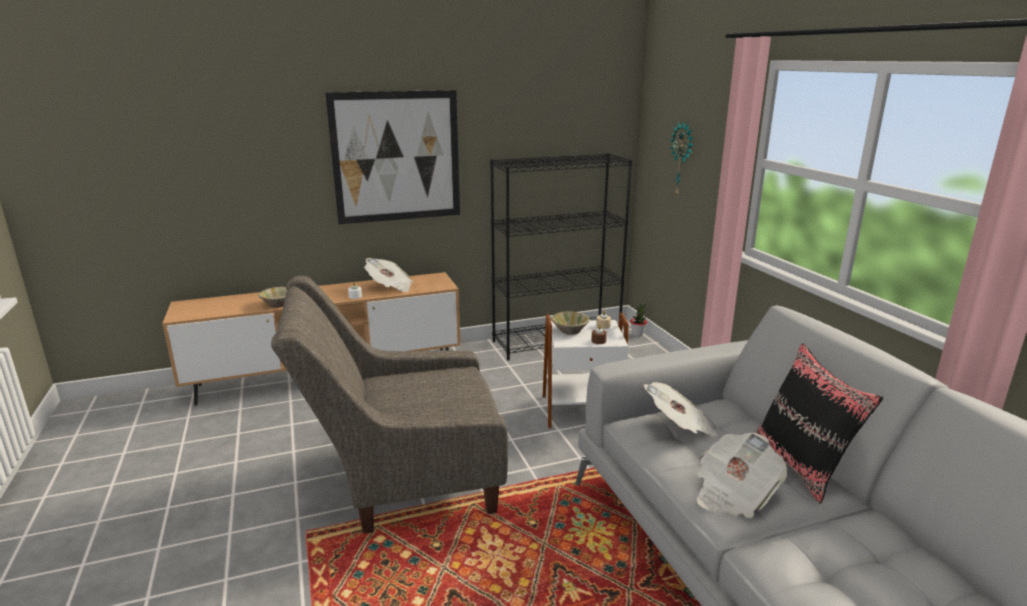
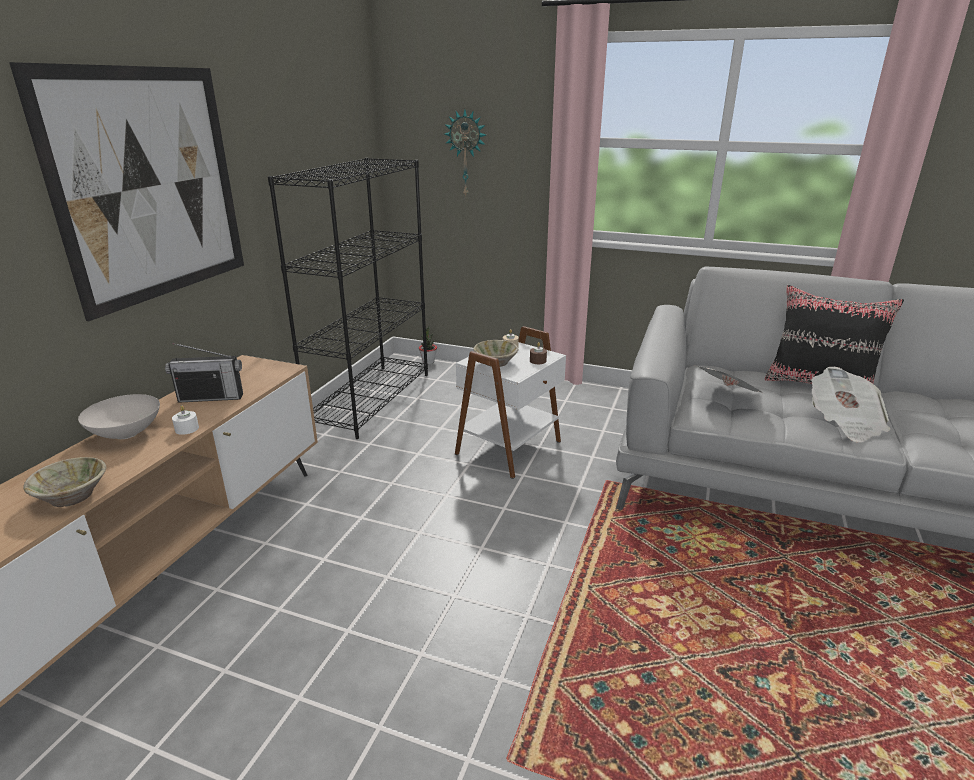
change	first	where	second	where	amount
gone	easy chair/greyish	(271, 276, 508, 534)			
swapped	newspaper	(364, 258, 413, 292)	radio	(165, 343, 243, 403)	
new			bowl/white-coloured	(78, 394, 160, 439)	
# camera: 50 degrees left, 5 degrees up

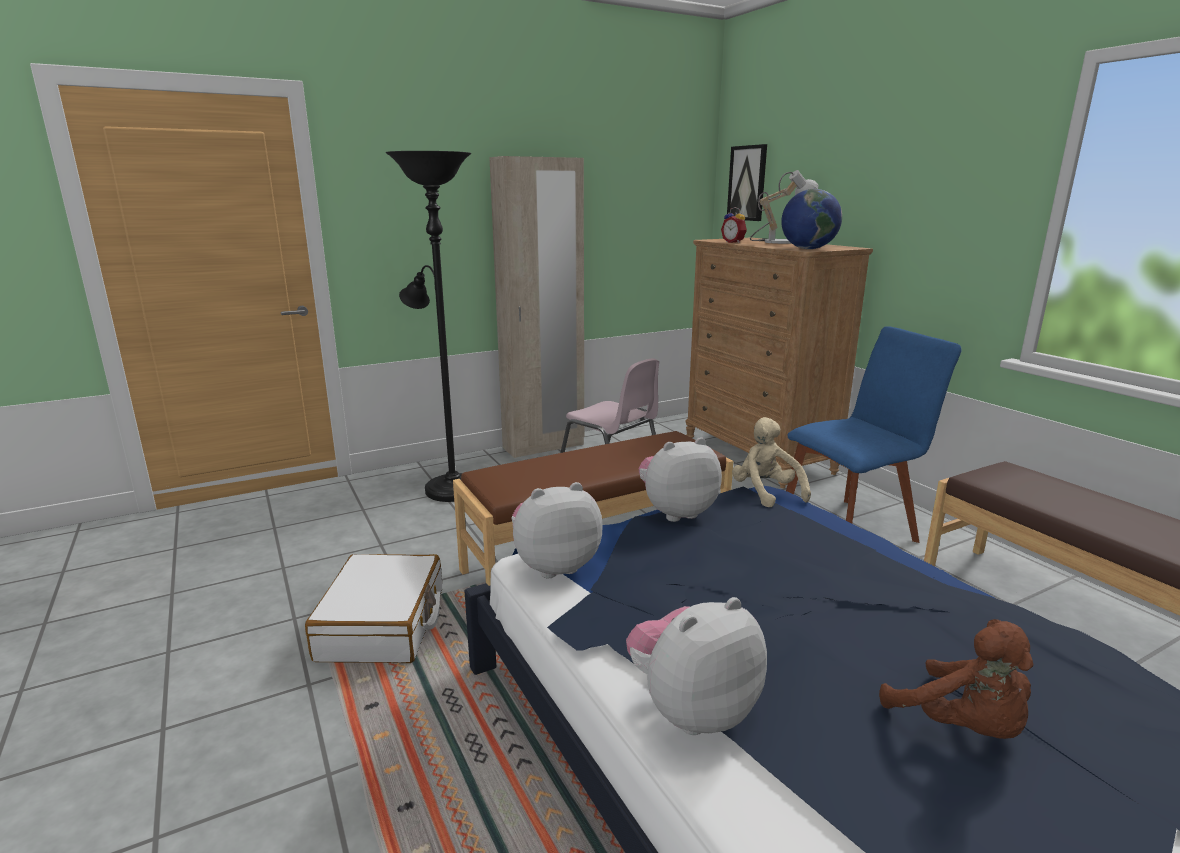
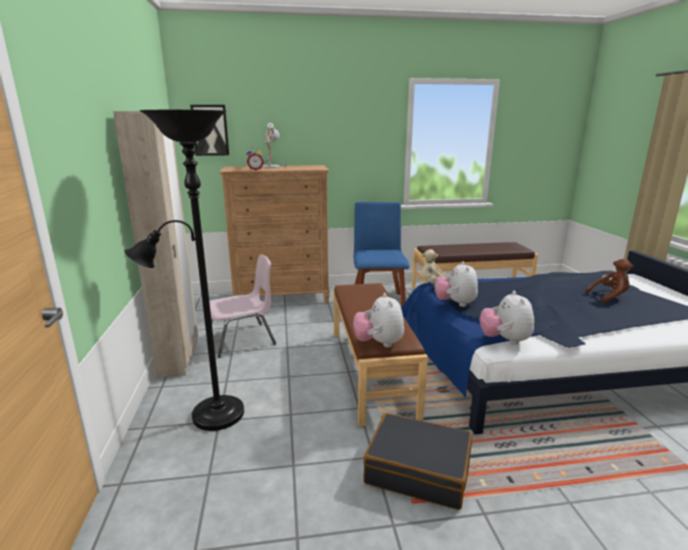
change	first	where	second	where	amount
repainted	piece of luggage/white-coloured	(305, 554, 442, 663)	piece of luggage/black-coloured	(363, 413, 472, 510)	
shifted	soft toy	(626, 597, 767, 735)		(353, 293, 404, 348)	
gone	globe	(781, 189, 842, 249)			
# camera: 70 degrees left, 0 degrees up

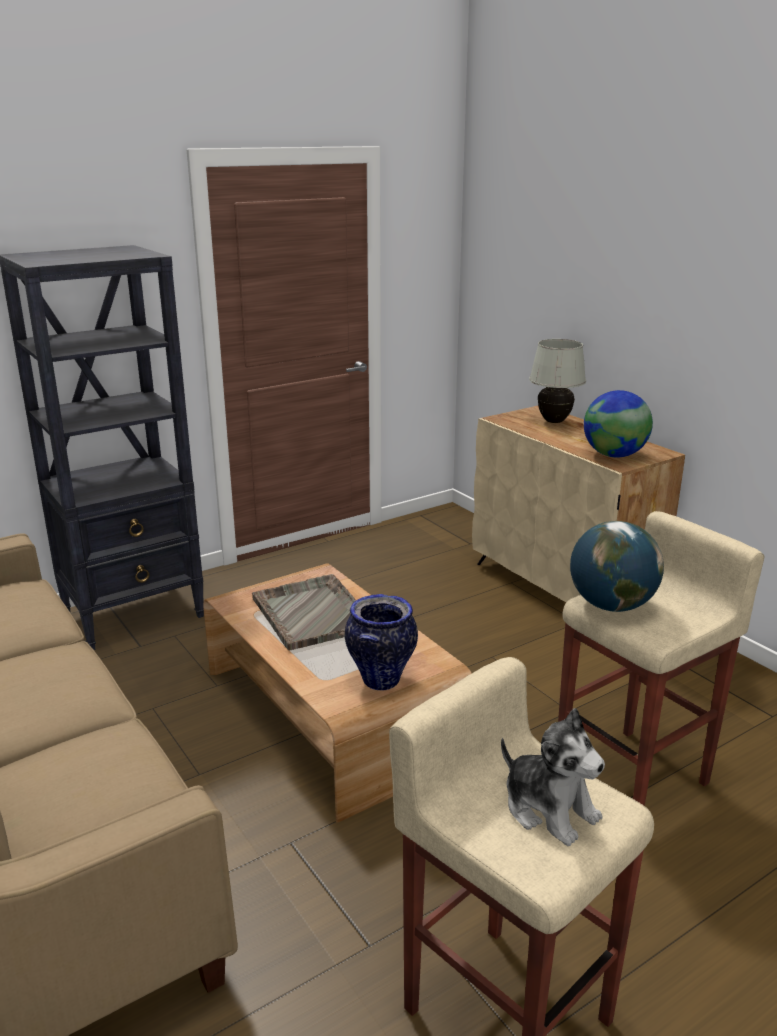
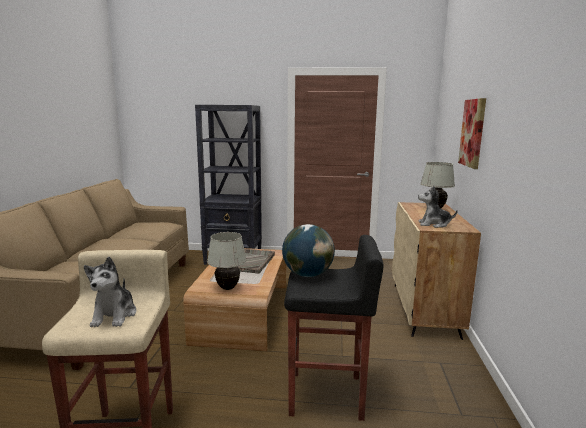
change	first	where	second	where	amount
swapped	decorative vase	(345, 594, 418, 690)	table lamp/white-coloured	(207, 232, 247, 290)	
repainted	sitting stool/sand-coloured	(558, 511, 764, 806)	sitting stool/black-coloured	(284, 235, 383, 421)	
swapped	globe	(584, 390, 653, 458)	soft toy	(418, 186, 458, 228)	
new			wall art	(458, 98, 486, 169)	
# camera: 40 degrees right, 10 degrees down

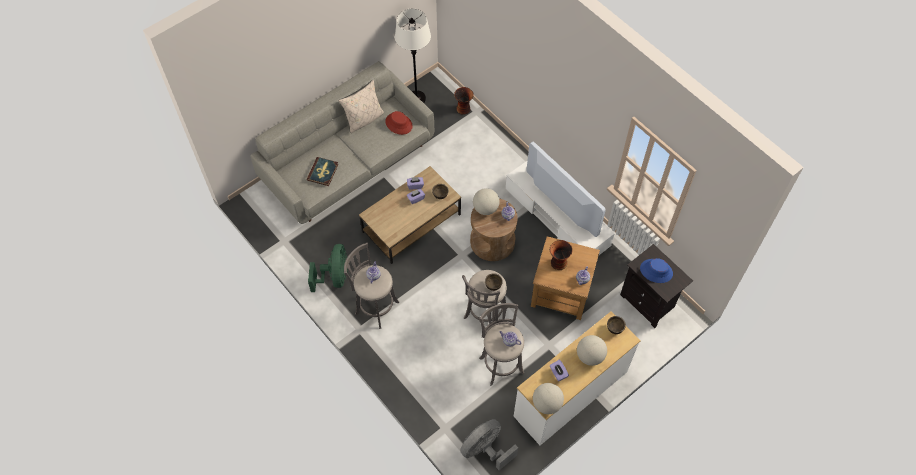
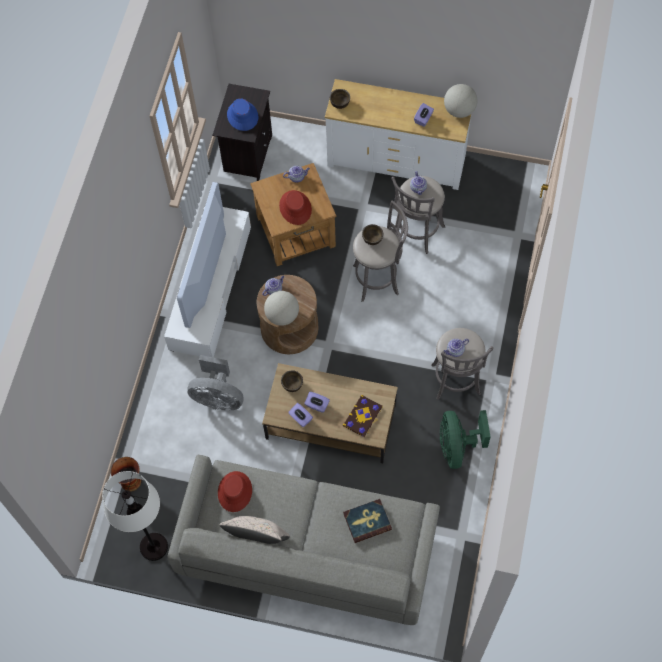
change	first	where	second	where	amount
rotated	cooling fan/green-coloured	(308, 244, 348, 292)		(440, 410, 491, 469)	60 degrees counterclockwise
shifted	cooling fan/greyish	(460, 419, 518, 470)		(187, 355, 244, 410)	
swapped	decorative vase	(550, 240, 572, 270)	hat/red-coloured	(279, 190, 312, 225)	
gone	globe	(577, 335, 607, 366)			
new			bound book	(343, 395, 382, 437)	
# camera: 125 degrees left, 5 degrees up

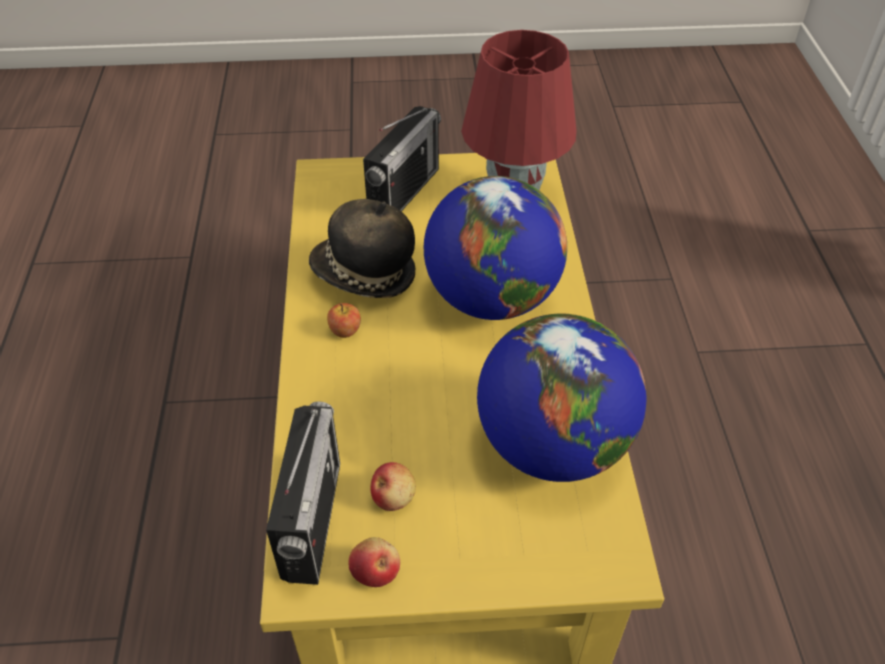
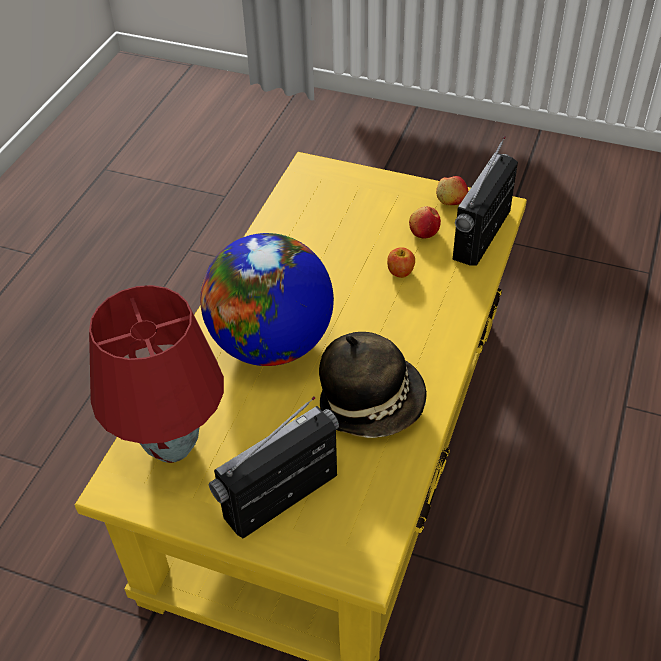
change	first	where	second	where	amount
shifted	apple fruit	(327, 303, 361, 338)		(387, 247, 415, 278)	
gone	globe	(477, 314, 646, 482)			
# camera: 155 degrees left, 0 degrees up

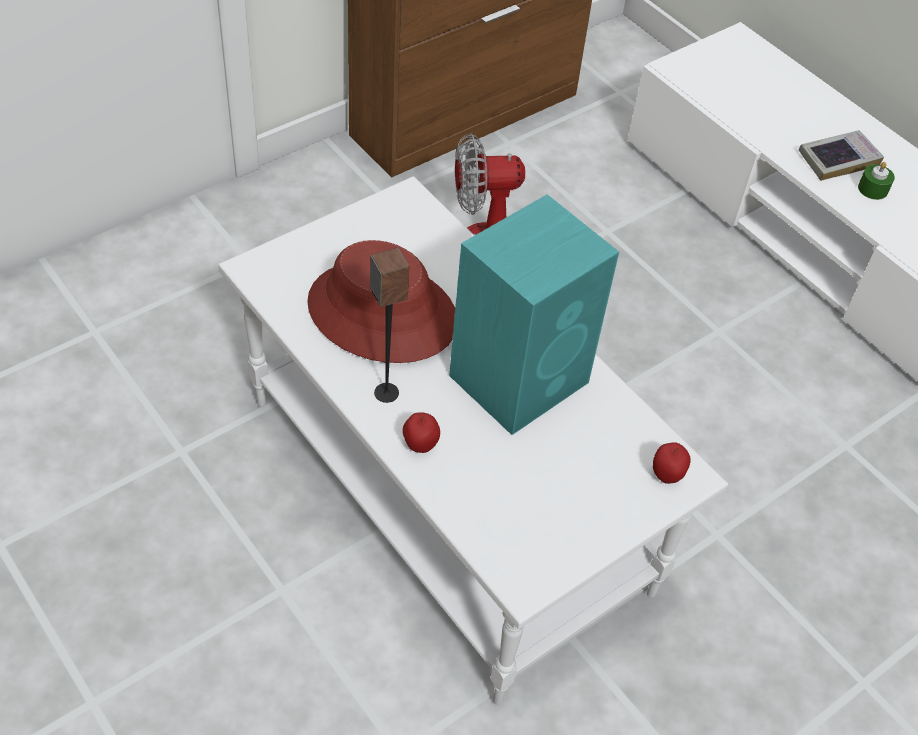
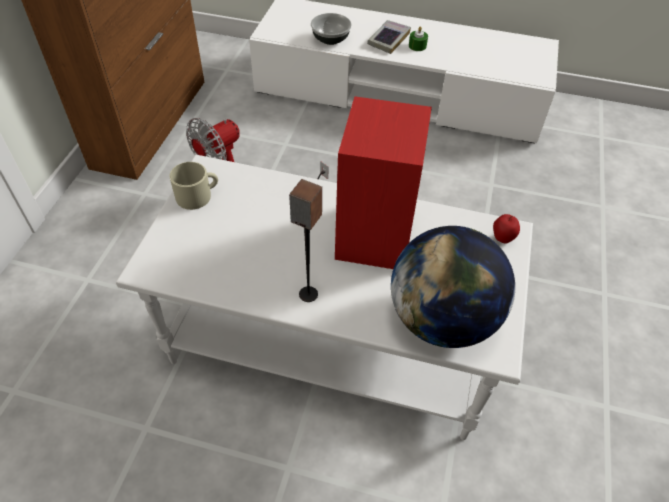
change	first	where	second	where	amount
gone	hat/red-coloured	(307, 240, 455, 363)			
gone	apple fruit	(403, 412, 440, 453)			
repainted	speaker/turquoise	(449, 194, 619, 435)	speaker/red-coloured	(335, 96, 432, 269)	
new			mug/sand-coloured	(169, 162, 218, 210)	
new			bowl	(311, 13, 351, 45)	
new			globe	(391, 226, 515, 348)	
# camera: 35 degrees left, 0 degrees up

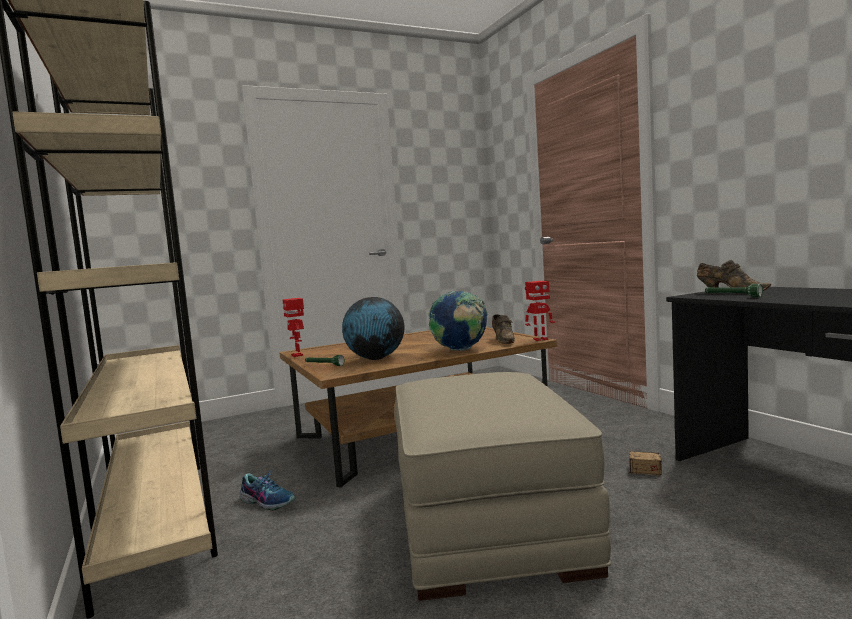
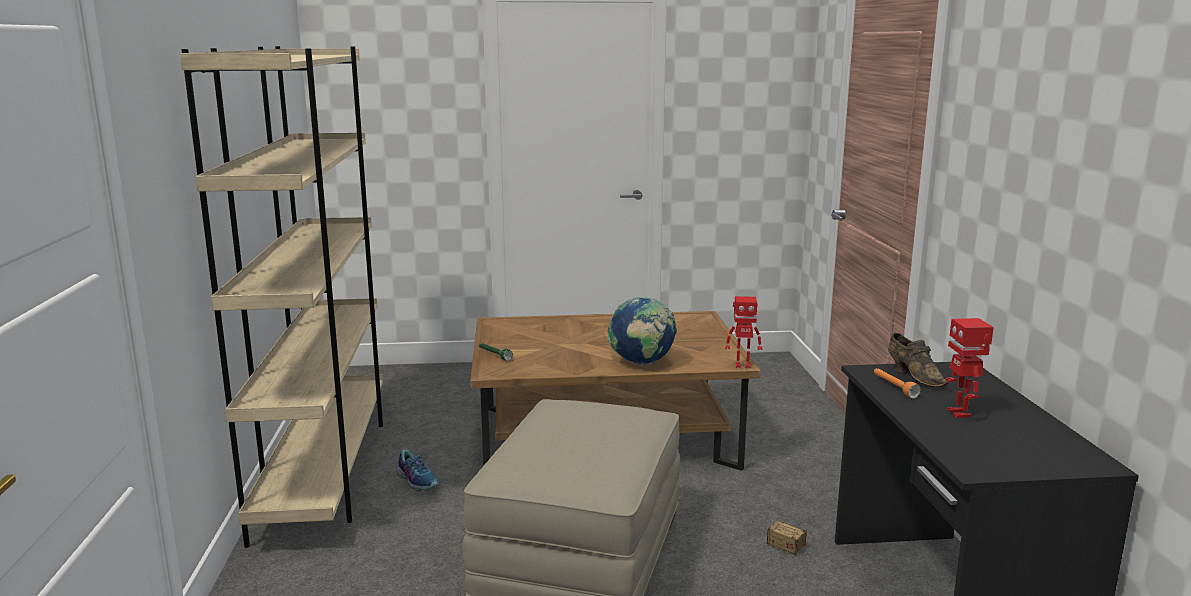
change	first	where	second	where	amount
shifted	robot figure	(282, 298, 304, 357)		(946, 318, 994, 418)	
gone	globe	(342, 297, 404, 360)			
gone	low shoe/brownish	(492, 314, 515, 344)			
repainted	hand torch/green-coloured	(705, 284, 763, 297)	hand torch/orange	(874, 368, 921, 398)	
# camera: 20 degrees right, 10 degrees up

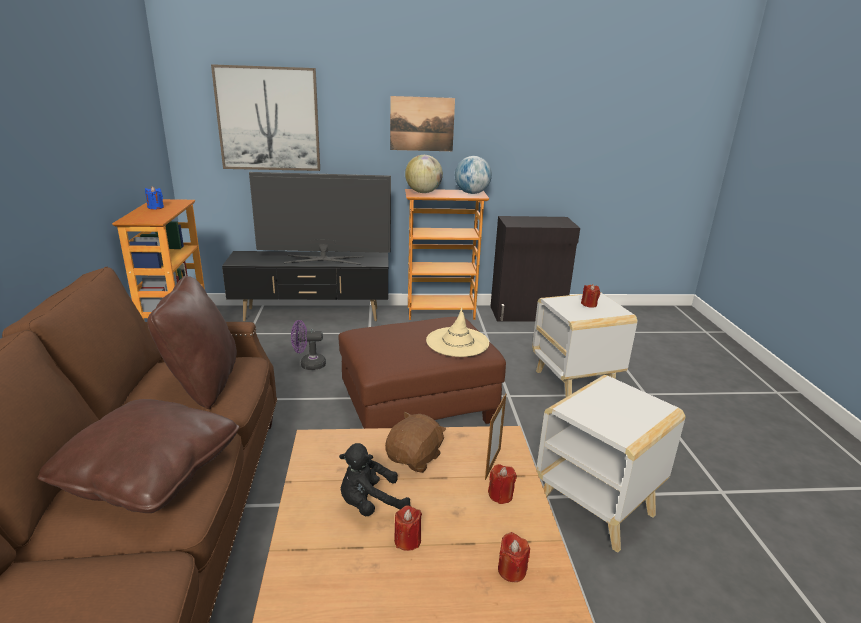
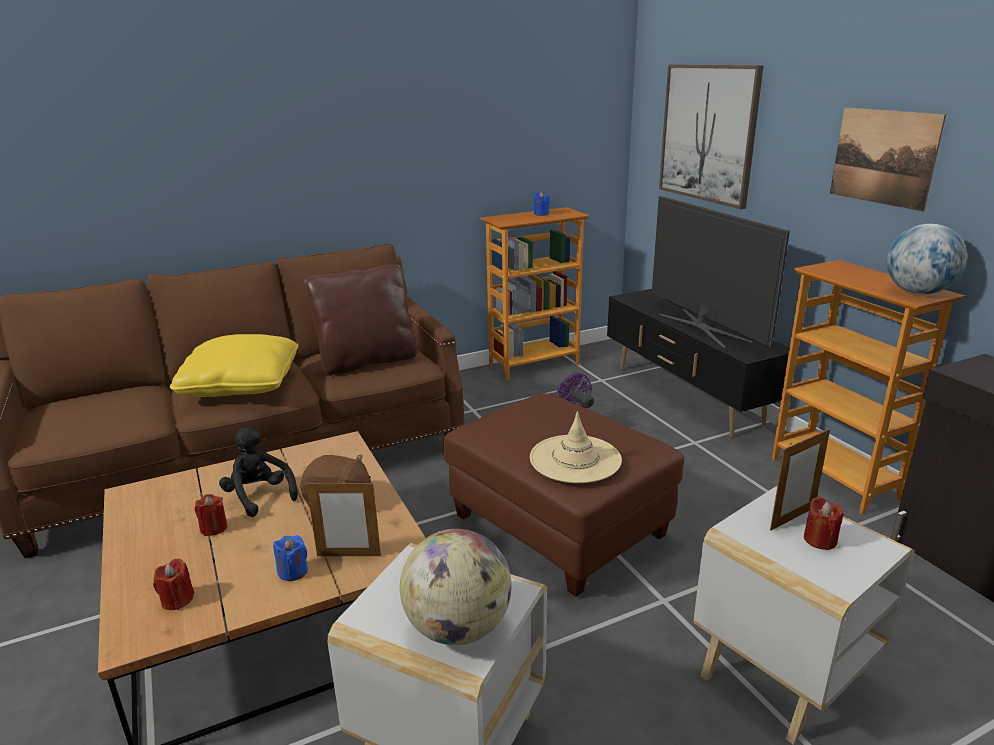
change	first	where	second	where	amount
repainted	pillow/brownish	(37, 399, 239, 513)	pillow/yellowish	(170, 334, 299, 397)	
shifted	globe	(405, 155, 443, 193)		(400, 529, 511, 645)	
repainted	wax candle/red-coloured	(488, 464, 517, 504)	wax candle/blue	(273, 535, 308, 581)	
new			standing frame	(770, 429, 830, 530)	
# camera: 70 degrees right, 0 degrees up

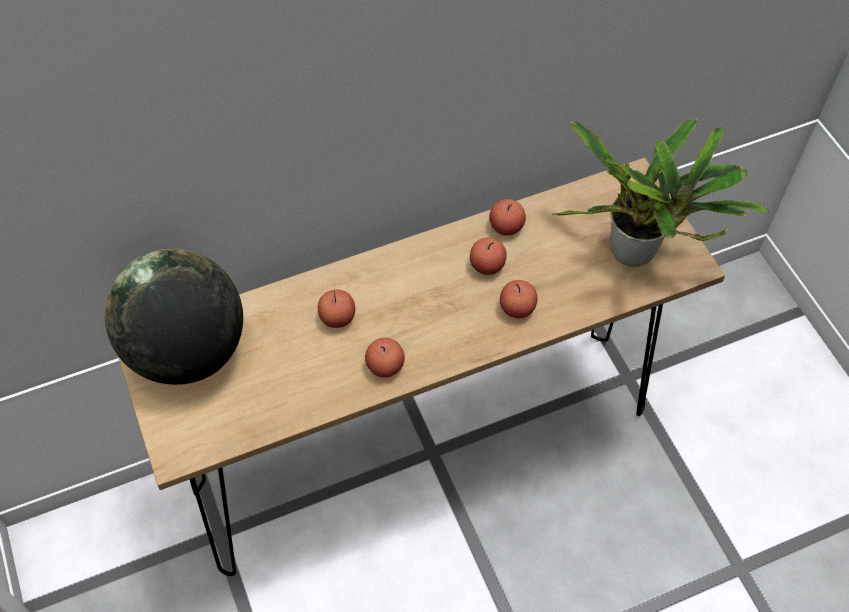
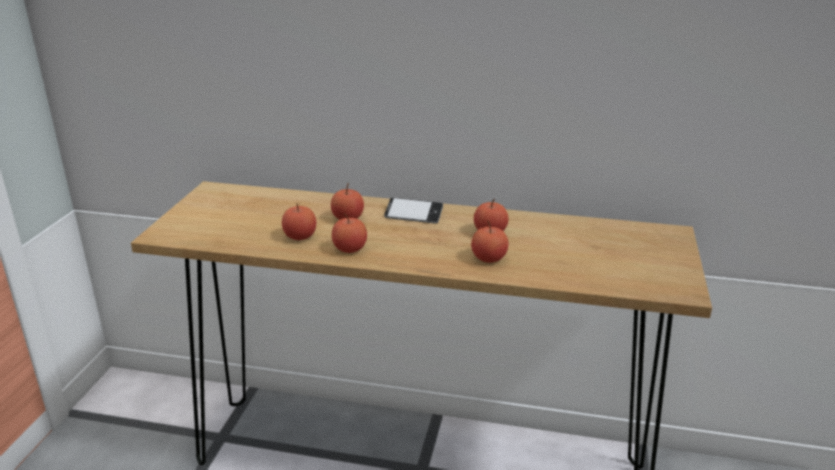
change	first	where	second	where	amount
gone	globe	(105, 249, 243, 385)			
shifted	apple fruit	(489, 199, 526, 236)		(282, 203, 316, 240)	
gone	houseplant	(553, 118, 770, 267)			
new			phone	(384, 198, 443, 224)	
# camera: 35 degrees right, 30 degrees down

